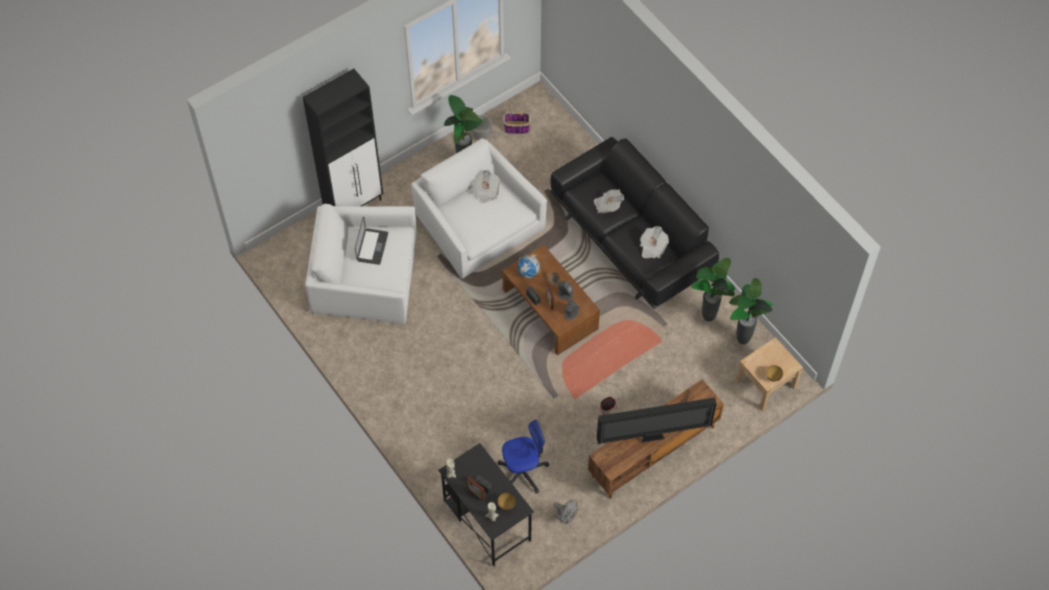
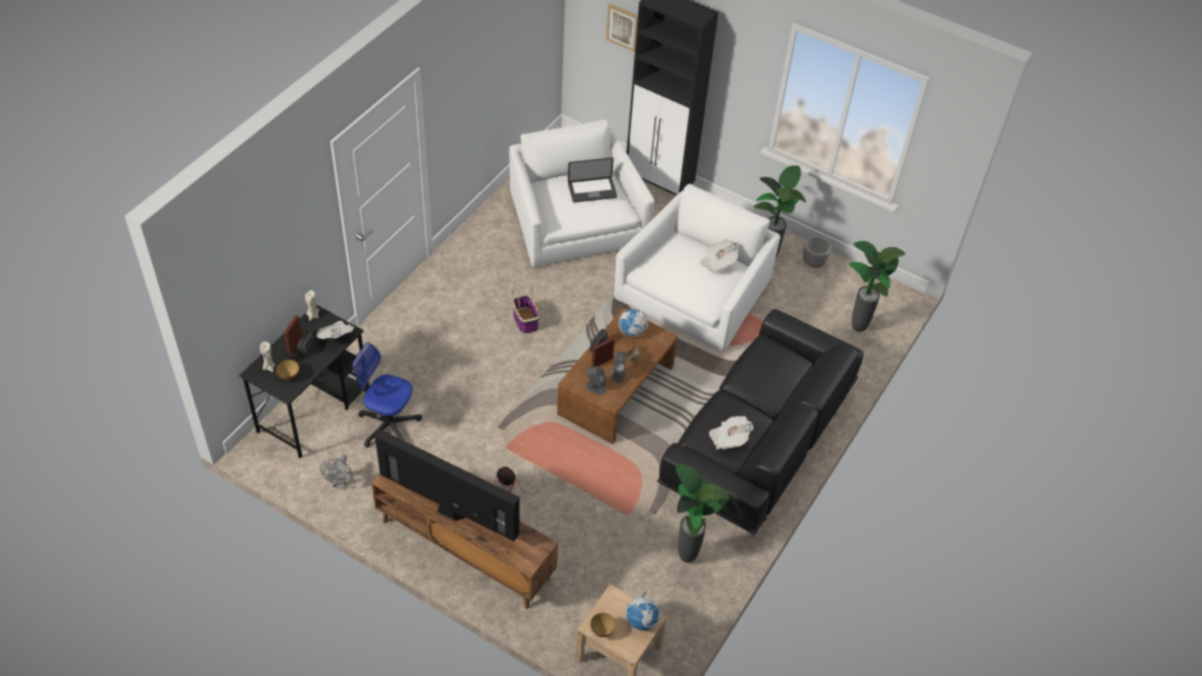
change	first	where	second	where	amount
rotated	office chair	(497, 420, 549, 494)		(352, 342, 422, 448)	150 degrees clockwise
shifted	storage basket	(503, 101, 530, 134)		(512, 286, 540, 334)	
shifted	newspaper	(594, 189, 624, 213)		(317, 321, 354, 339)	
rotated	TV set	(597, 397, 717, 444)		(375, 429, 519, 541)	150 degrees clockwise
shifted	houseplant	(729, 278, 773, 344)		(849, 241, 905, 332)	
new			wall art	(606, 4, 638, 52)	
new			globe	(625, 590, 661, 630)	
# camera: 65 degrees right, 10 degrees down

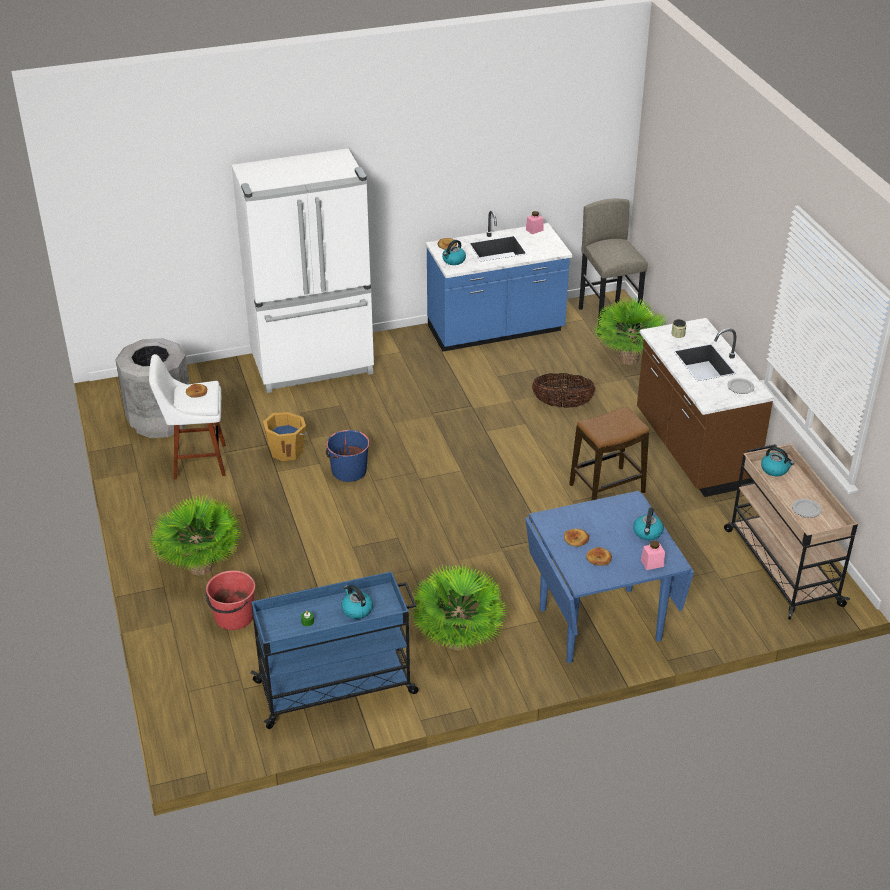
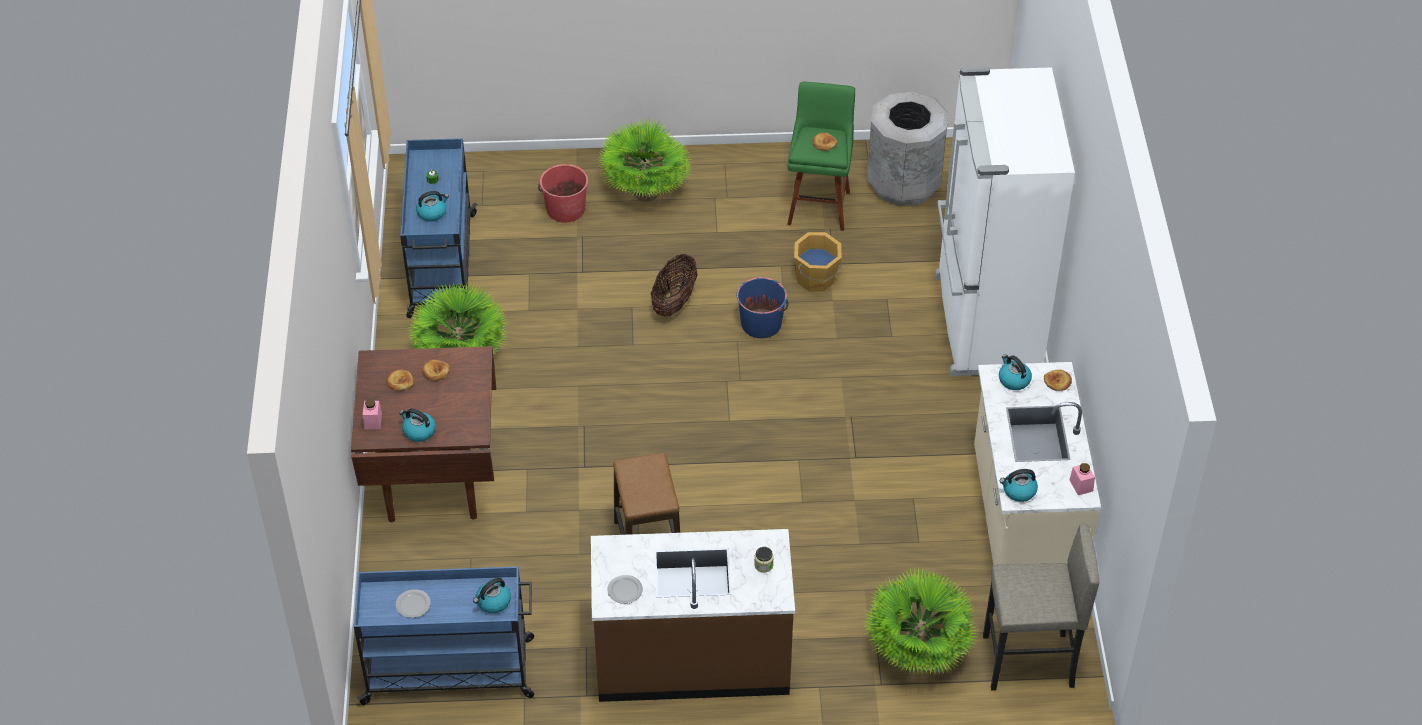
change	first	where	second	where	amount
repainted	sitting stool/white-coloured	(149, 354, 226, 480)	sitting stool/green-coloured	(787, 82, 855, 231)	
repainted	counter/blue	(426, 211, 572, 352)	counter/sand-coloured	(974, 362, 1101, 565)	
repainted	dinner table/blue	(525, 491, 694, 663)	dinner table/brownish	(351, 346, 496, 522)	
shifted	storage basket	(532, 373, 596, 407)		(651, 254, 698, 317)	
repainted	cart/sand-coloured	(724, 444, 858, 620)	cart/blue	(354, 566, 534, 705)	
new			kettle	(1000, 469, 1038, 502)	
# camera: 105 degrees right, 10 degrees up

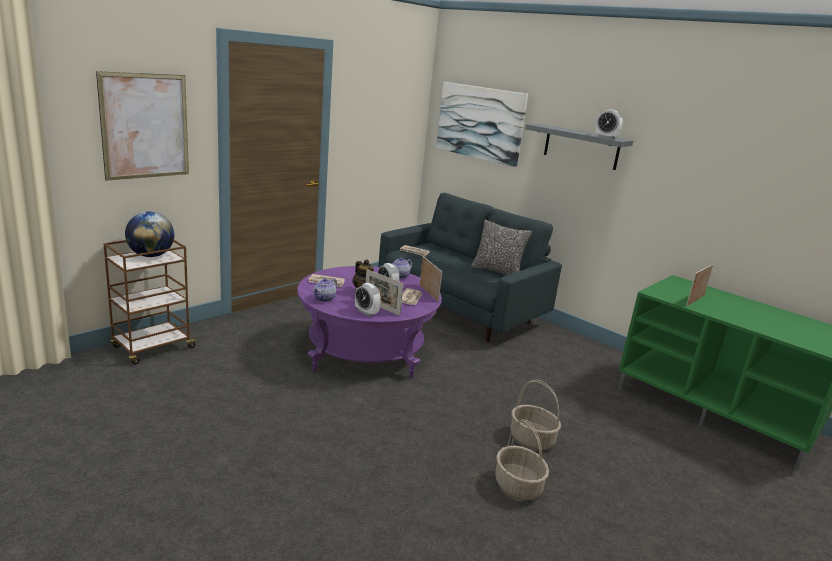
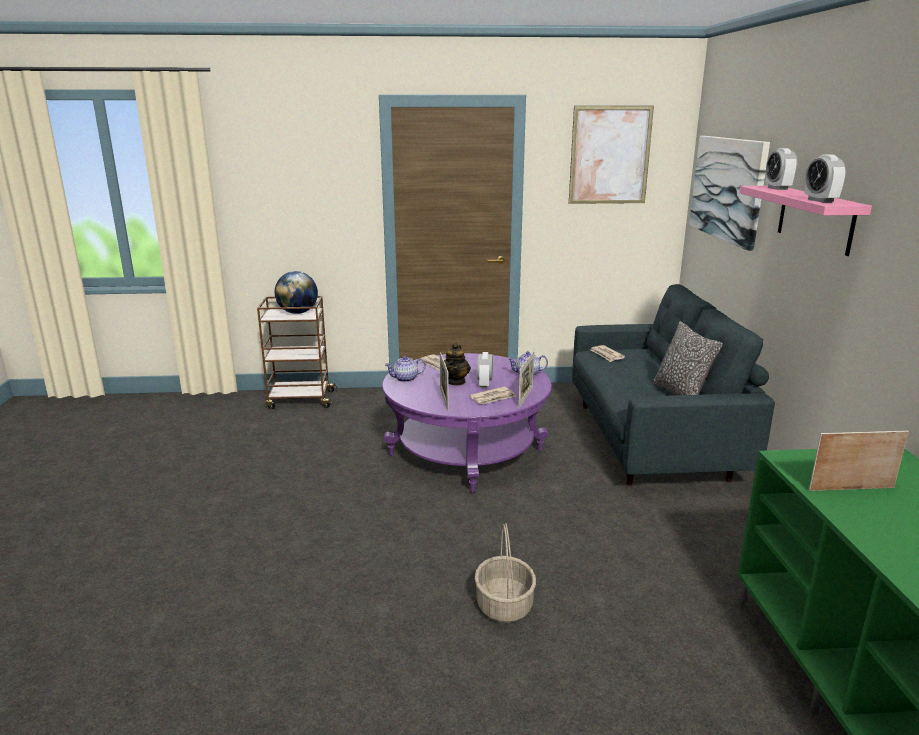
change	first	where	second	where	amount
shifted	wall art	(96, 71, 189, 181)		(569, 106, 654, 204)	
shifted	alarm clock	(355, 283, 381, 316)		(766, 148, 797, 190)	
gone	storage basket	(495, 419, 549, 500)			
repainted	wall shelf/greyish	(525, 124, 633, 170)	wall shelf/pinkish	(740, 186, 872, 256)	
# camera: 45 degrees right, 0 degrees up

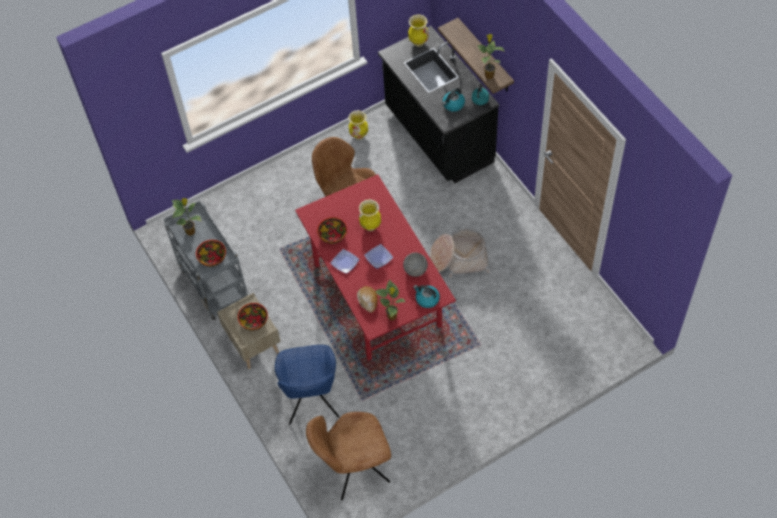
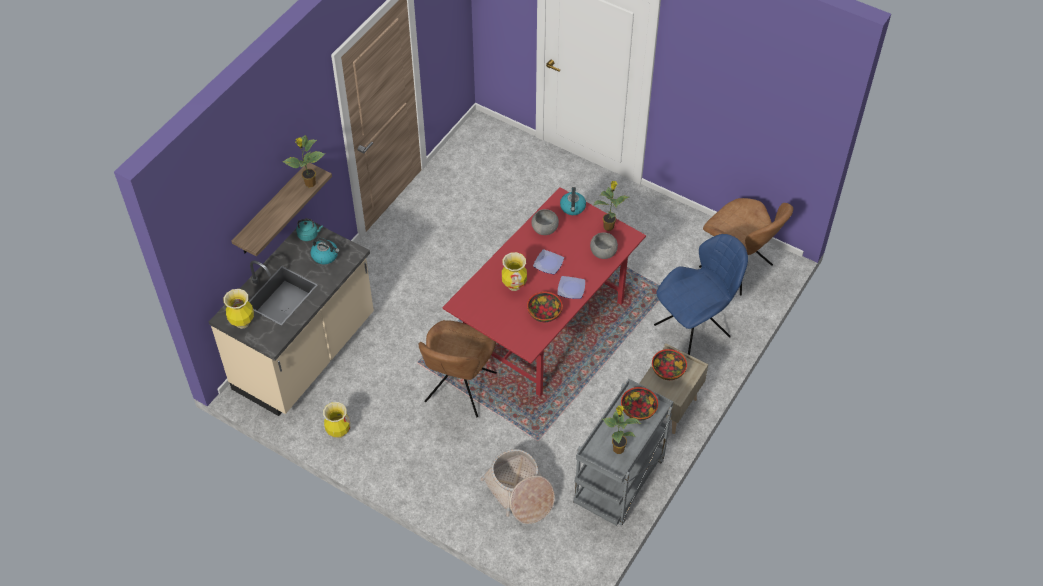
change	first	where	second	where	amount
swapped	bread	(357, 286, 378, 313)	bowl/greyish	(590, 233, 618, 259)	
repainted	counter/black-coloured	(378, 26, 499, 183)	counter/sand-coloured	(209, 218, 374, 416)	
shifted	storage basket	(430, 229, 489, 277)		(480, 449, 555, 524)	
# camera: 120 degrees left, 5 degrees down

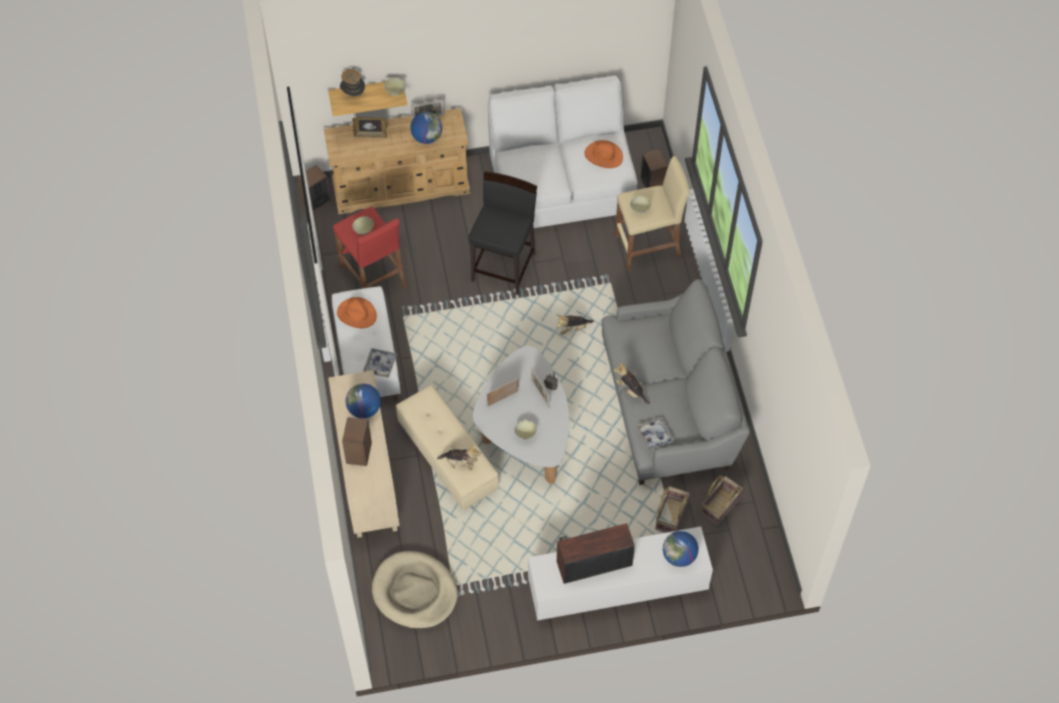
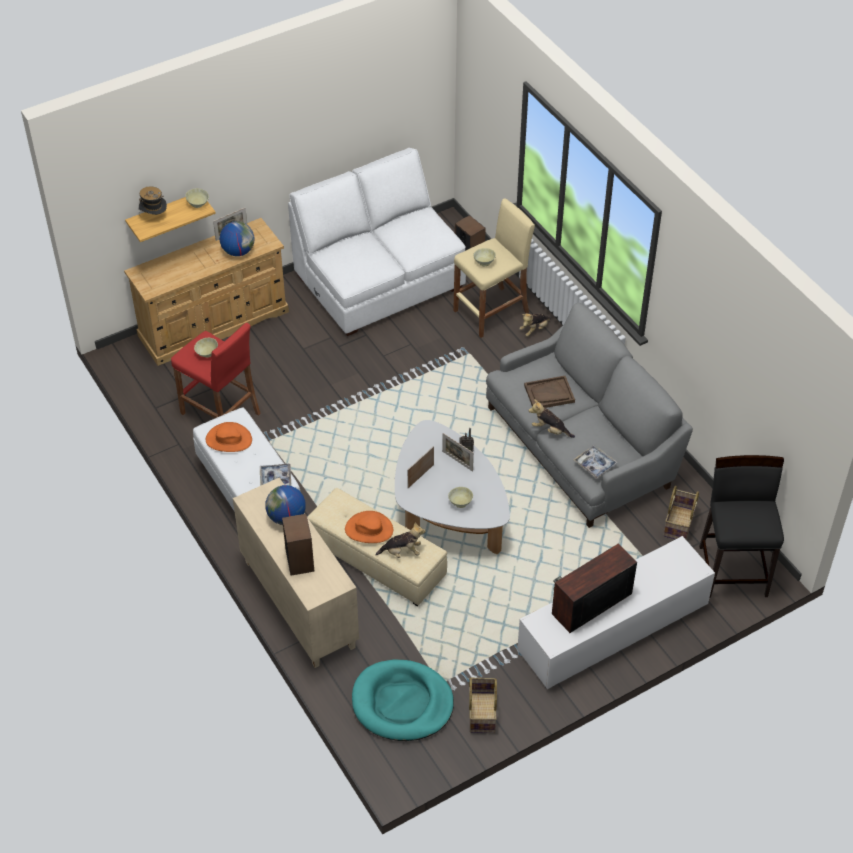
change	first	where	second	where	amount
gone	speaker	(297, 165, 331, 212)			
gone	standing frame	(352, 117, 387, 138)			
repainted	dog bed/sand-coloured	(372, 551, 458, 629)	dog bed/turquoise	(352, 659, 454, 741)	
shifted	sitting stool/black-coloured	(469, 172, 537, 295)		(699, 455, 784, 598)	
shifted	soft toy	(557, 315, 594, 335)		(519, 313, 551, 337)	
shifted	hat/orange	(584, 140, 623, 168)		(345, 511, 393, 543)	
shifted	storage basket	(655, 486, 690, 533)		(469, 678, 497, 733)	
gone	globe	(663, 531, 699, 567)			
new			serving tray/brownish	(524, 376, 575, 408)	
# camera: 20 degrees left, 10 degrees down

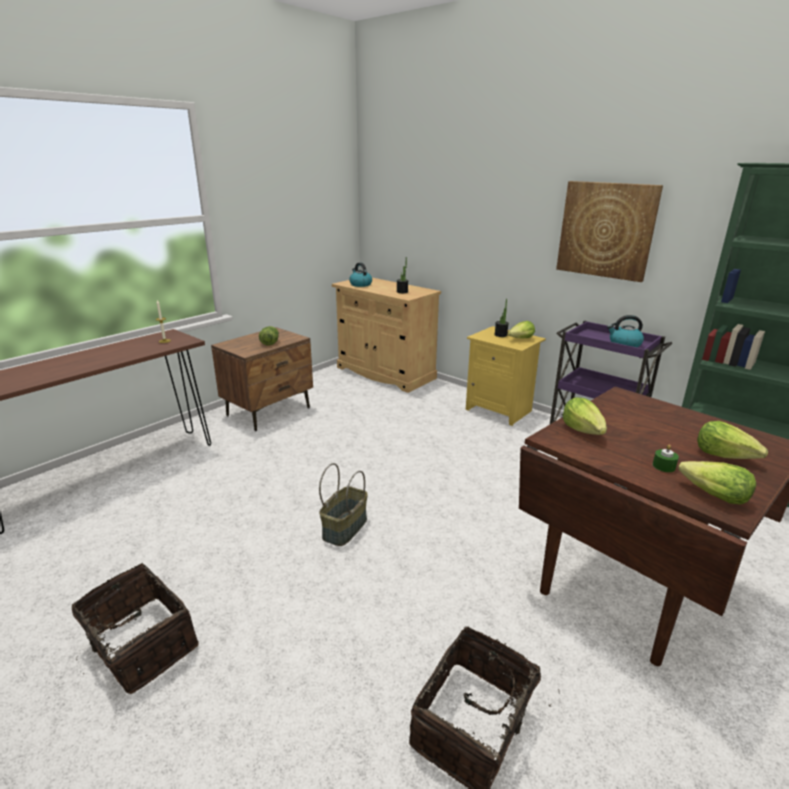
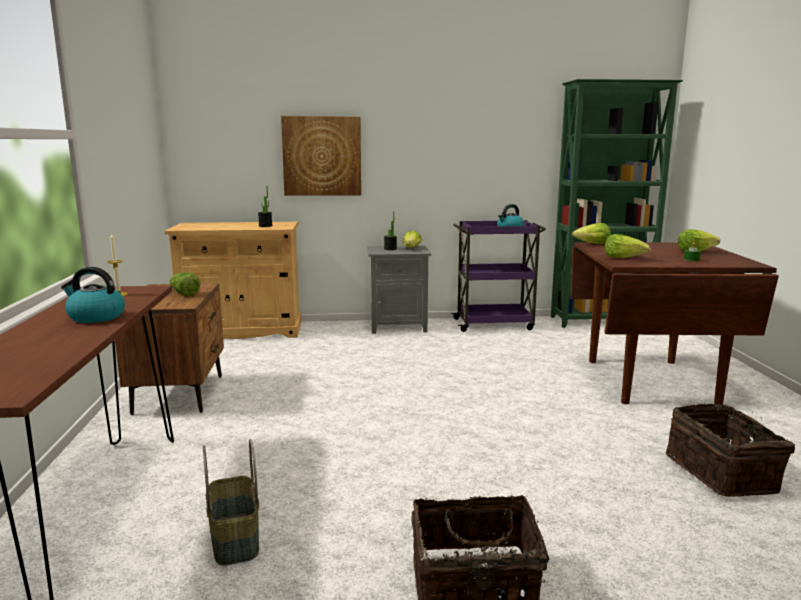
change	first	where	second	where	amount
shifted	storage basket	(319, 463, 368, 546)		(203, 439, 259, 565)	
shifted	kettle	(349, 263, 372, 287)		(61, 267, 125, 323)	
repainted	nightstand/yellowish	(466, 326, 546, 426)	nightstand/greyish	(367, 245, 431, 334)	
shifted	wall art	(556, 181, 663, 282)		(281, 116, 361, 195)	
shifted	lettuce head	(678, 461, 756, 505)		(572, 223, 611, 244)	
# camera: 45 degrees left, 10 degrees down

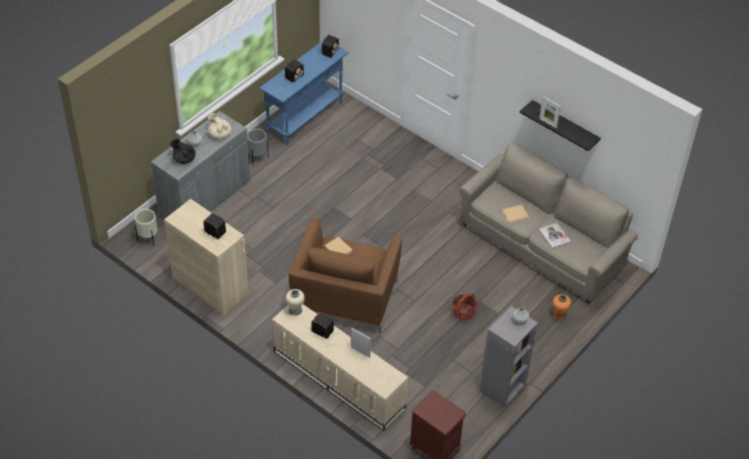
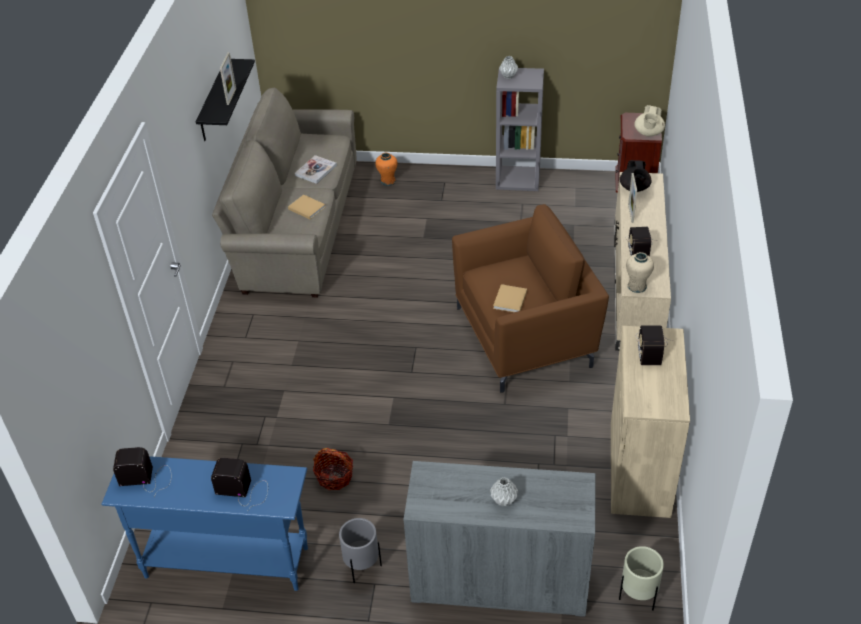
change	first	where	second	where	amount
shifted	pot for tea/black-coloured	(170, 139, 196, 164)		(620, 160, 651, 192)	
shifted	pot for tea/sand-coloured	(208, 113, 231, 139)		(634, 105, 665, 137)	
shifted	storage basket	(452, 293, 478, 320)		(313, 448, 353, 490)	
# camera: 120 degrees left, 5 degrees down

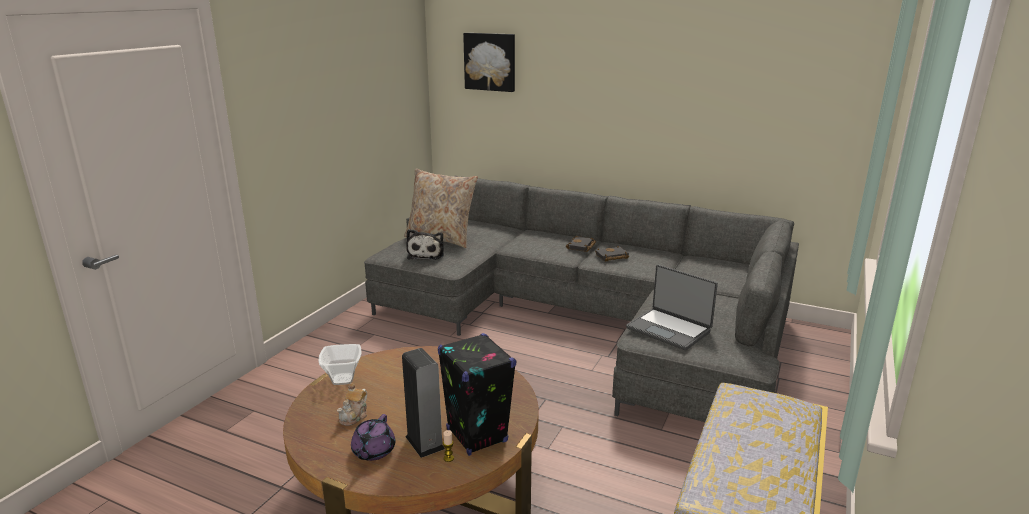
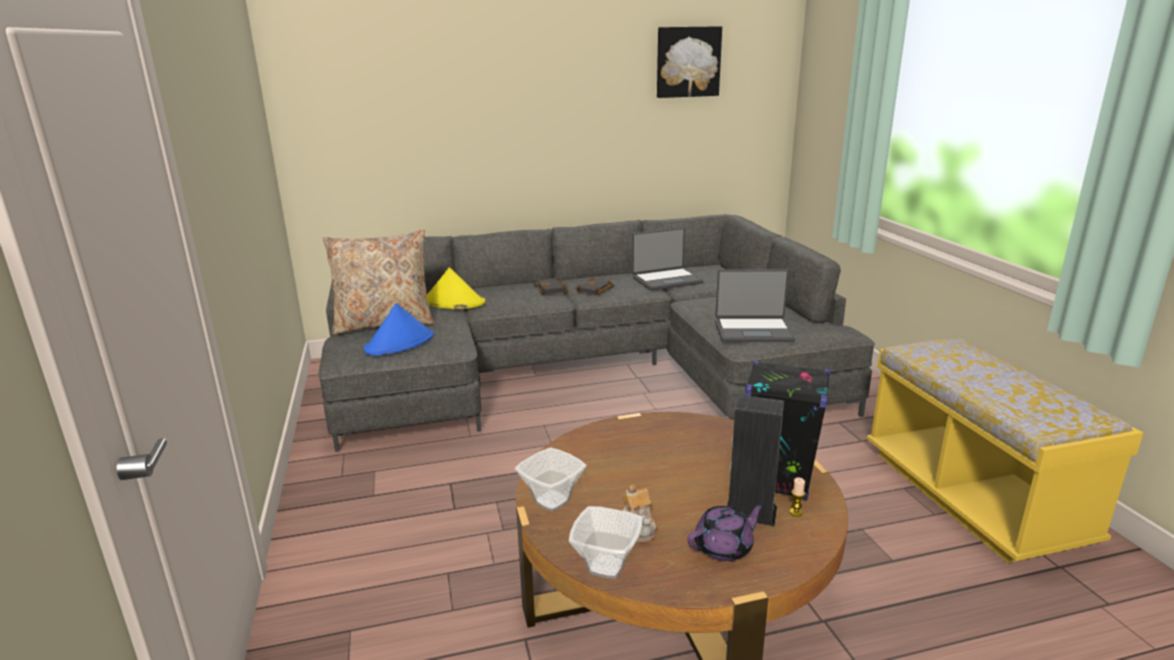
change	first	where	second	where	amount
rotated	pot for tea/purple-coloured	(351, 414, 395, 461)		(687, 503, 765, 561)	90 degrees counterclockwise
swapped	soft toy	(406, 229, 444, 260)	hat/blue	(364, 303, 434, 356)	
shifted	wall art	(463, 33, 515, 92)		(657, 26, 722, 98)	
new			hat/yellowish	(427, 268, 486, 309)	
new			bowl	(569, 506, 642, 579)	
new			notebook computer	(632, 227, 703, 291)	
# camera: 40 degrees left, 0 degrees up

